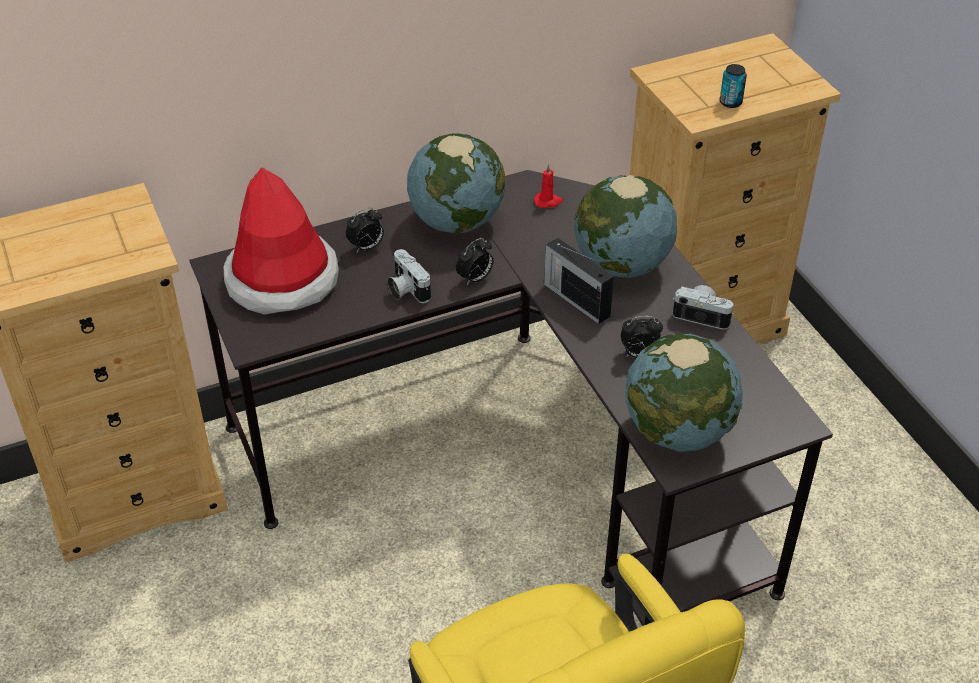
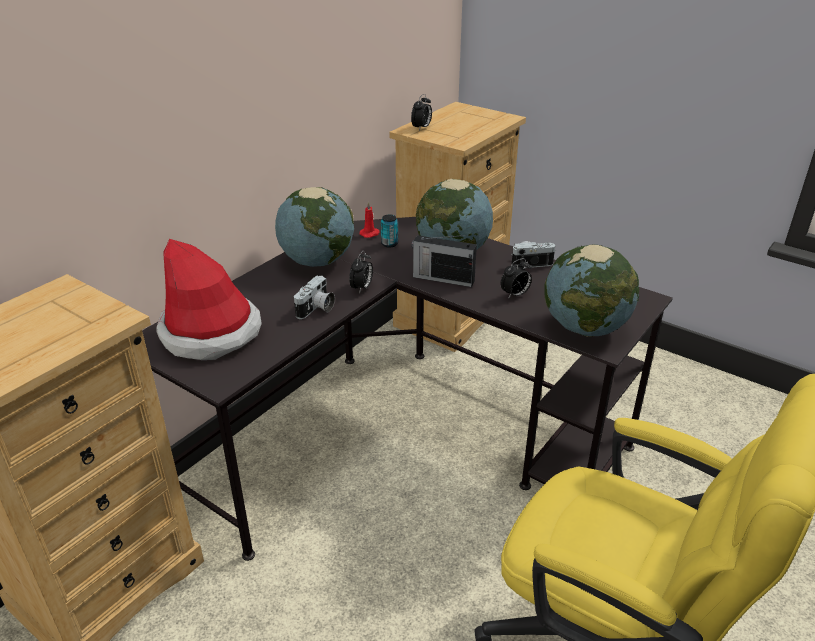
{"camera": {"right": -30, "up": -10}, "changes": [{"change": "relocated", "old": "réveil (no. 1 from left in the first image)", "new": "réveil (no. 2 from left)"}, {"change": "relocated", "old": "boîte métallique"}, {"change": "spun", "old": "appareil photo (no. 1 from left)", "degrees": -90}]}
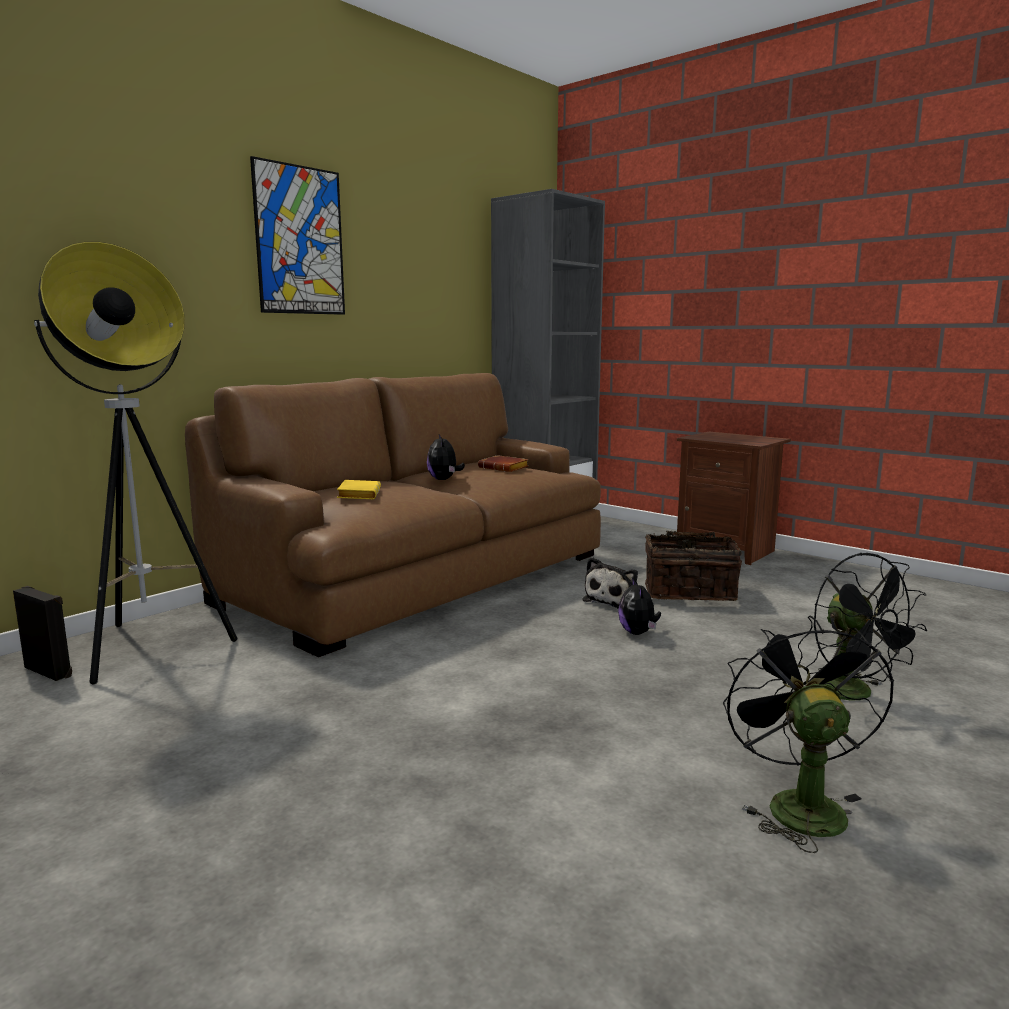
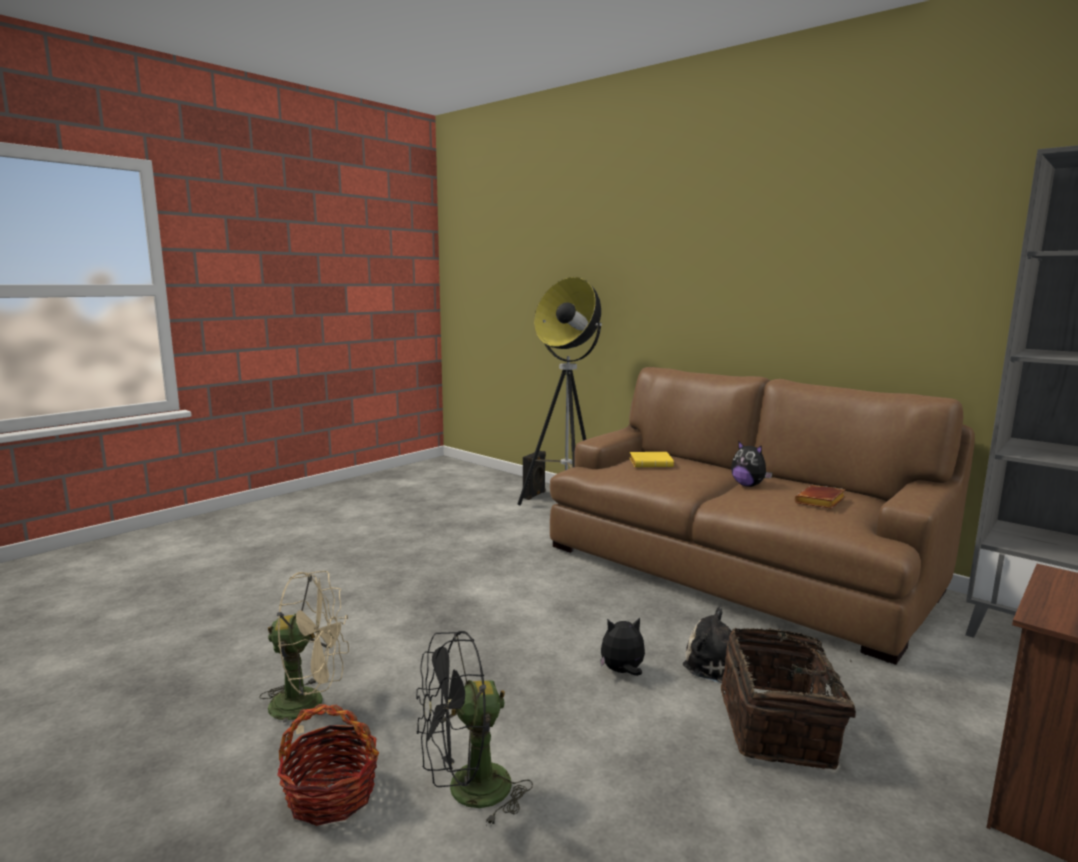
{"camera": {"right": 90, "up": 0}, "changes": [{"change": "missing", "old": "tableau"}, {"change": "appeared", "new": "panier (no. 1 from left)"}, {"change": "colour", "old": "ventilateur (noir) (no. 1 from left)", "new": "ventilateur (beige)"}, {"change": "spun", "old": "peluche (no. 1 from left in the first image)", "degrees": -120}]}
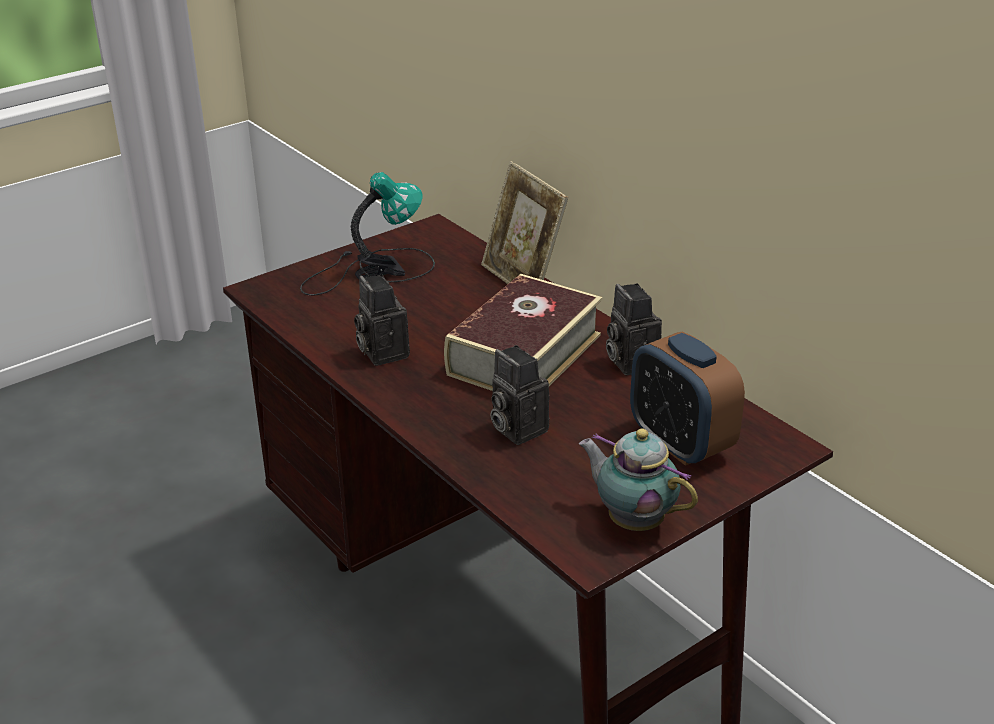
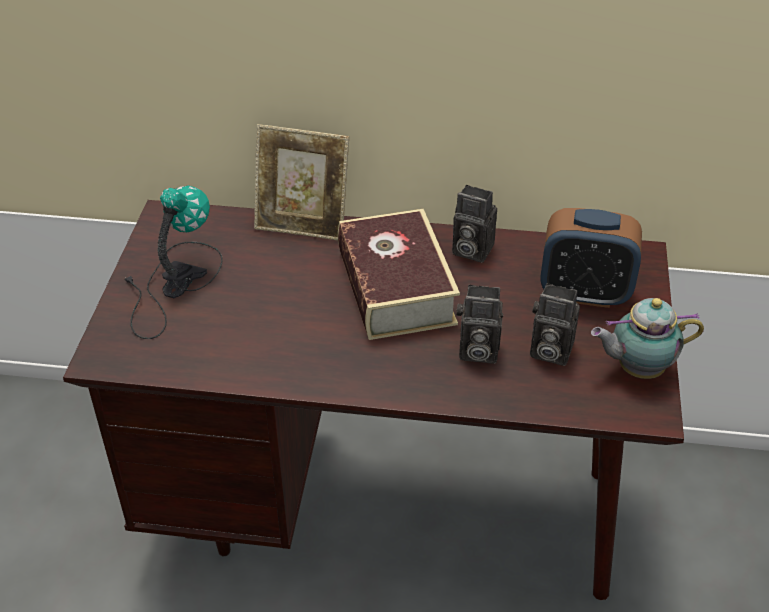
{"camera": {"right": -45, "up": 10}, "changes": [{"change": "relocated", "old": "appareil photo (no. 1 from left in the first image)", "new": "appareil photo (no. 3 from left)"}]}
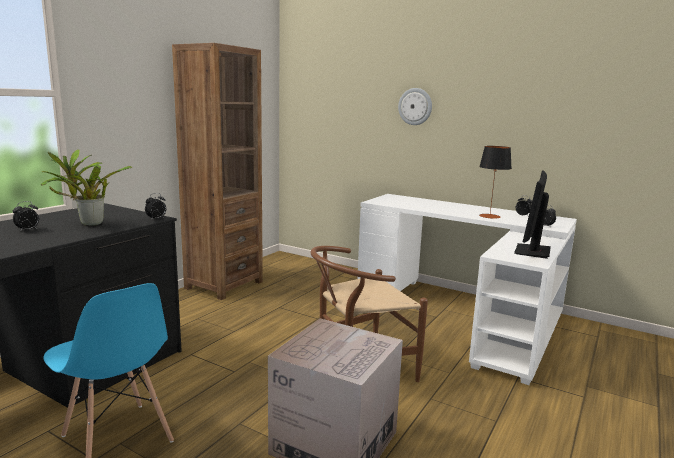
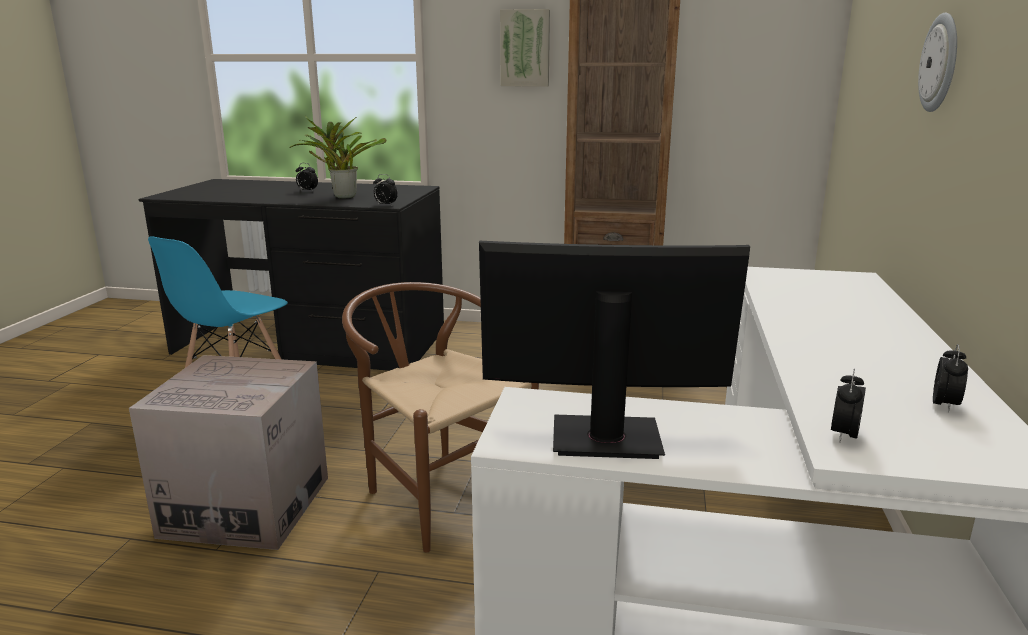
{"camera": {"right": 70, "up": 5}, "changes": [{"change": "missing", "old": "lampe de table"}, {"change": "appeared", "new": "tableau"}]}
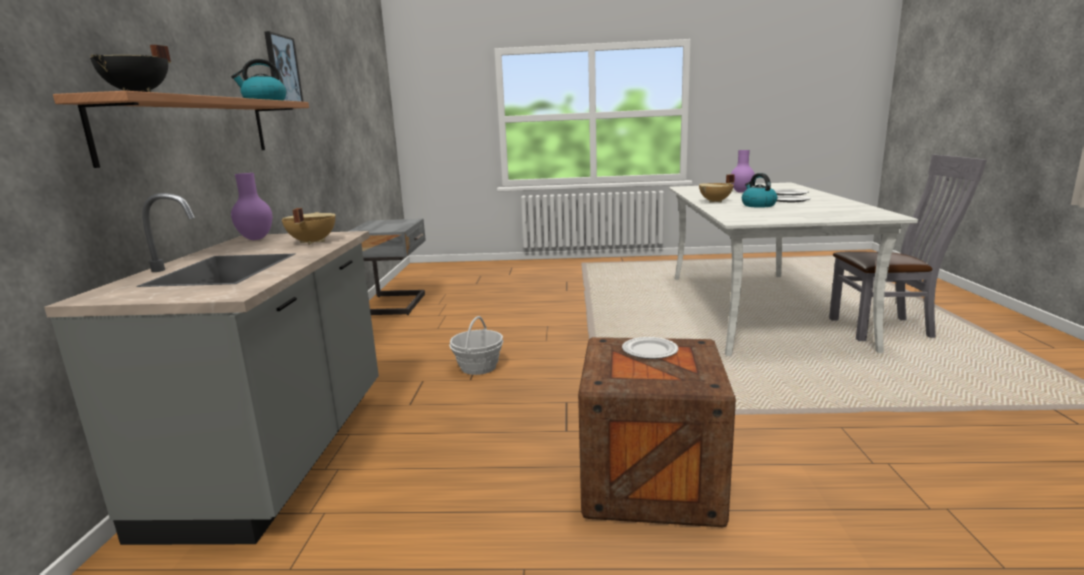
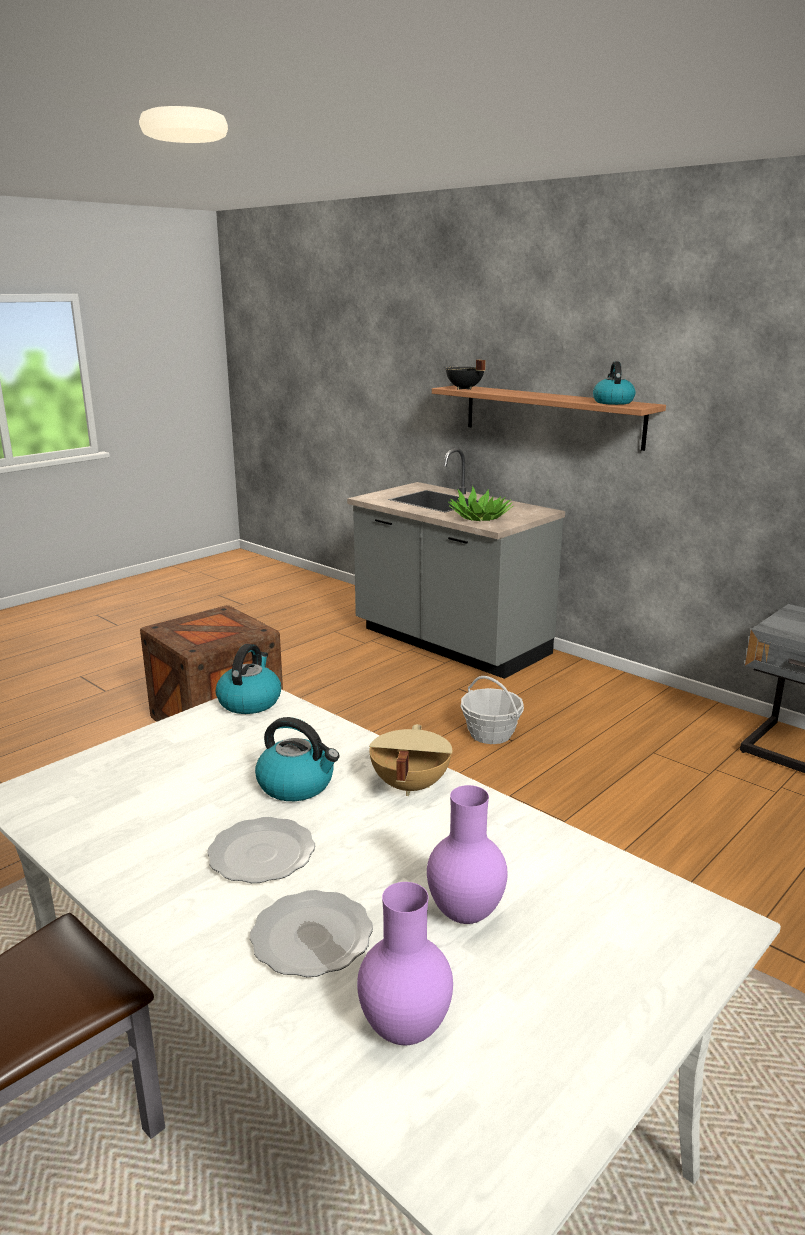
{"camera": {"right": 130, "up": 5}, "changes": [{"change": "missing", "old": "tableau"}, {"change": "missing", "old": "assiette (no. 1 from left)"}, {"change": "appeared", "new": "bouilloire (no. 1 from left)"}, {"change": "relocated", "old": "vase (violet) (no. 1 from left)"}, {"change": "exchanged", "old": "marmite (beige) (no. 1 from left)", "new": "plante en pot"}]}
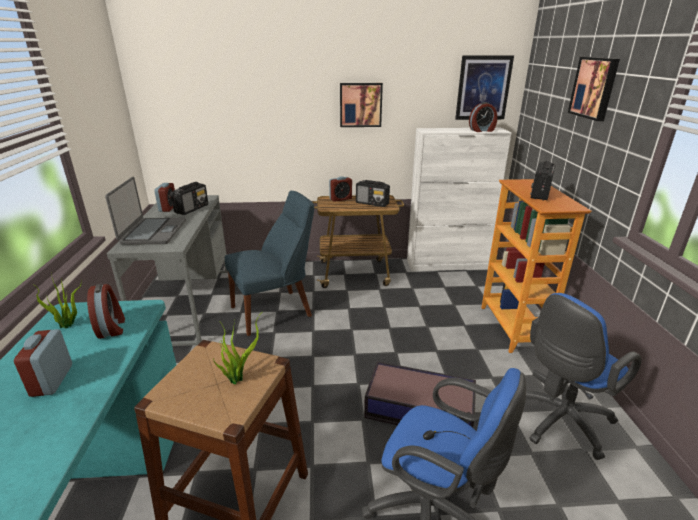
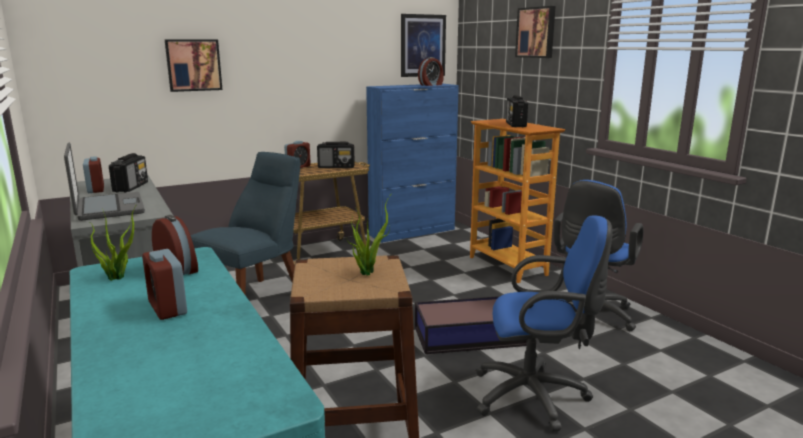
{"camera": {"right": -25, "up": -10}, "changes": [{"change": "relocated", "old": "tableau (no. 1 from left)"}, {"change": "colour", "old": "meuble de rangement (blanc)", "new": "meuble de rangement (bleu)"}]}
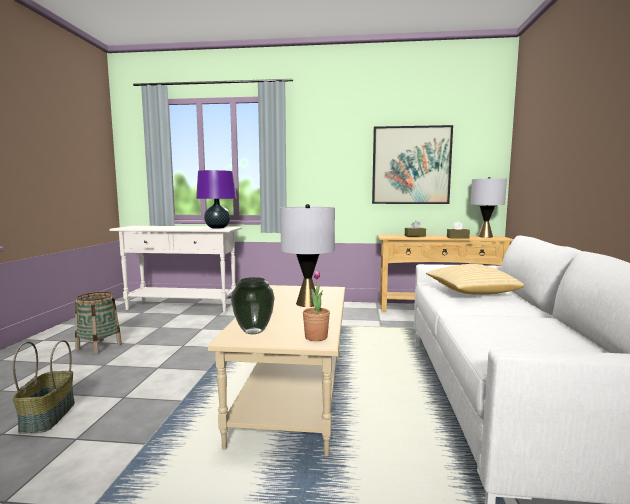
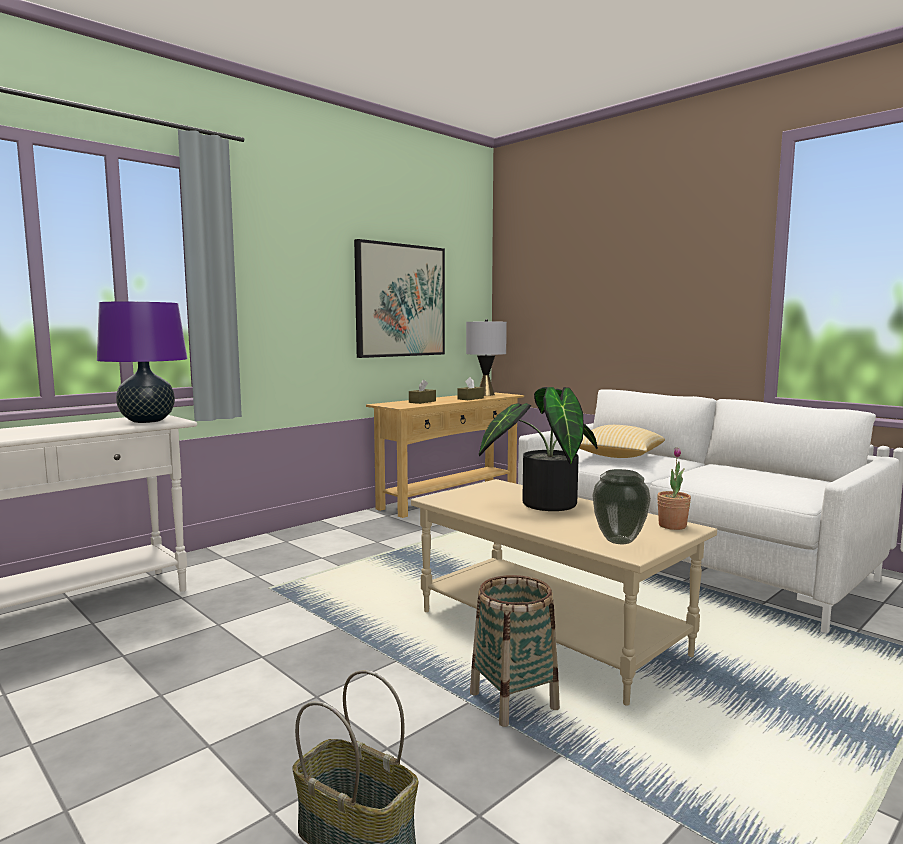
{"camera": {"right": -50, "up": 0}, "changes": [{"change": "relocated", "old": "panier (no. 2 from left)"}, {"change": "exchanged", "old": "lampe de table (gris) (no. 1 from left)", "new": "plante en pot (no. 1 from left)"}]}
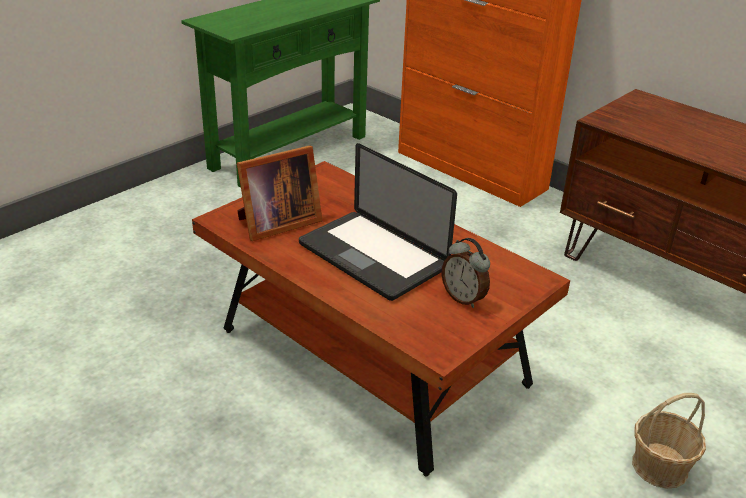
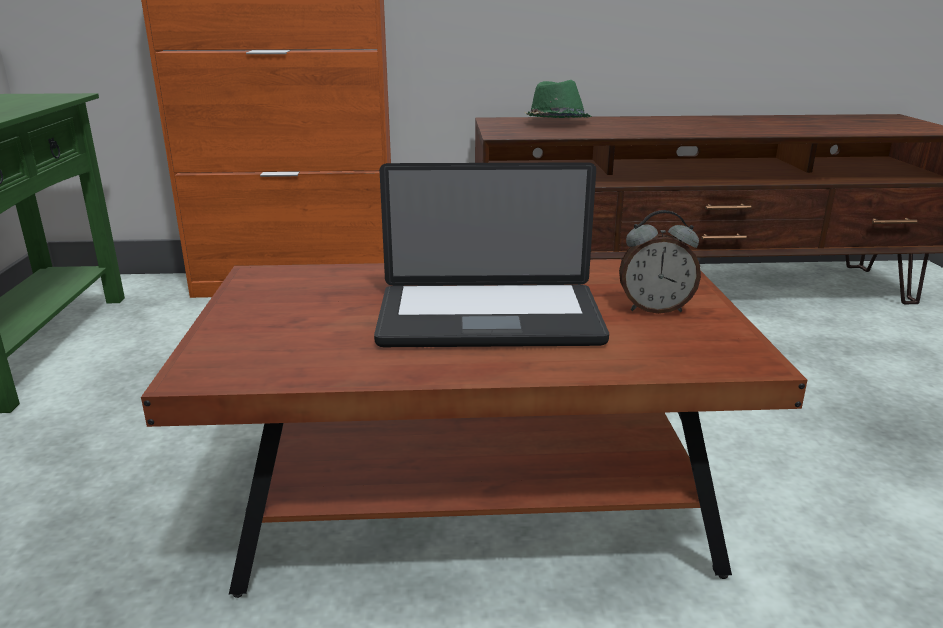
{"camera": {"right": -45, "up": -10}, "changes": [{"change": "missing", "old": "cadre photo"}, {"change": "missing", "old": "panier"}, {"change": "appeared", "new": "chapeau (vert)"}]}
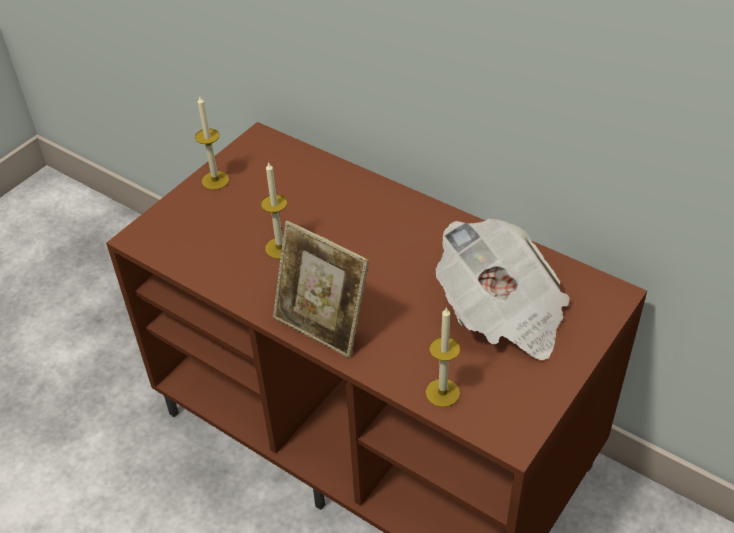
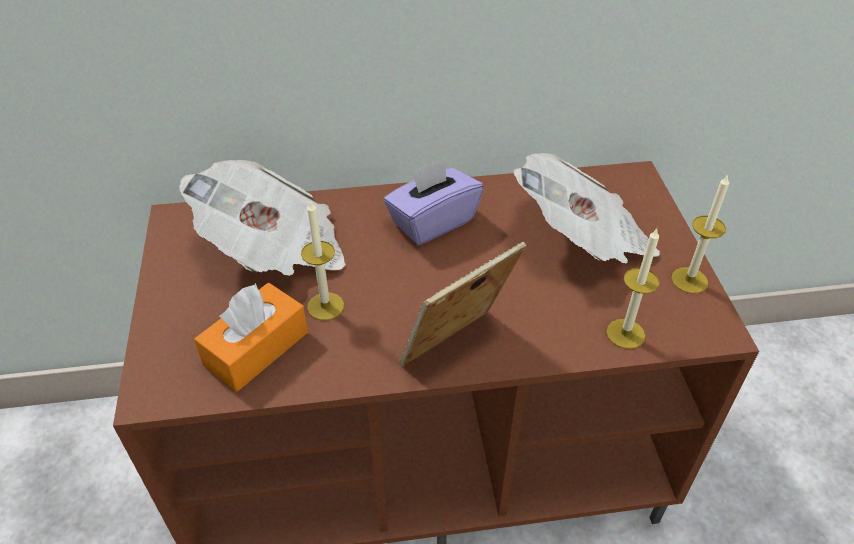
{"camera": {"right": -45, "up": 0}, "changes": [{"change": "appeared", "new": "journal (no. 1 from left)"}, {"change": "appeared", "new": "boîte à mouchoirs (orange)"}, {"change": "appeared", "new": "boîte à mouchoirs (violet)"}, {"change": "relocated", "old": "bougie (no. 1 from left in the first image)", "new": "bougie (no. 3 from left)"}, {"change": "spun", "old": "cadre photo", "degrees": 150}]}
